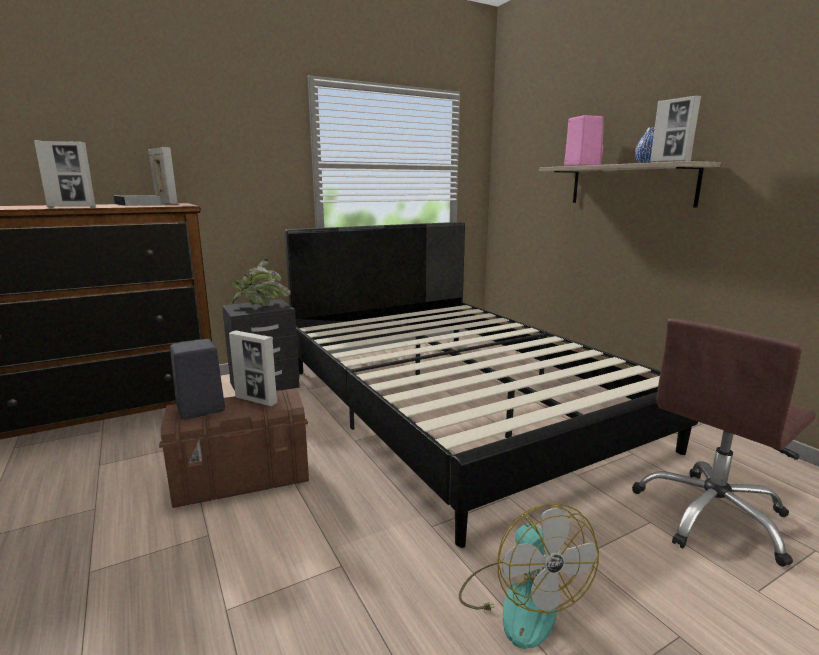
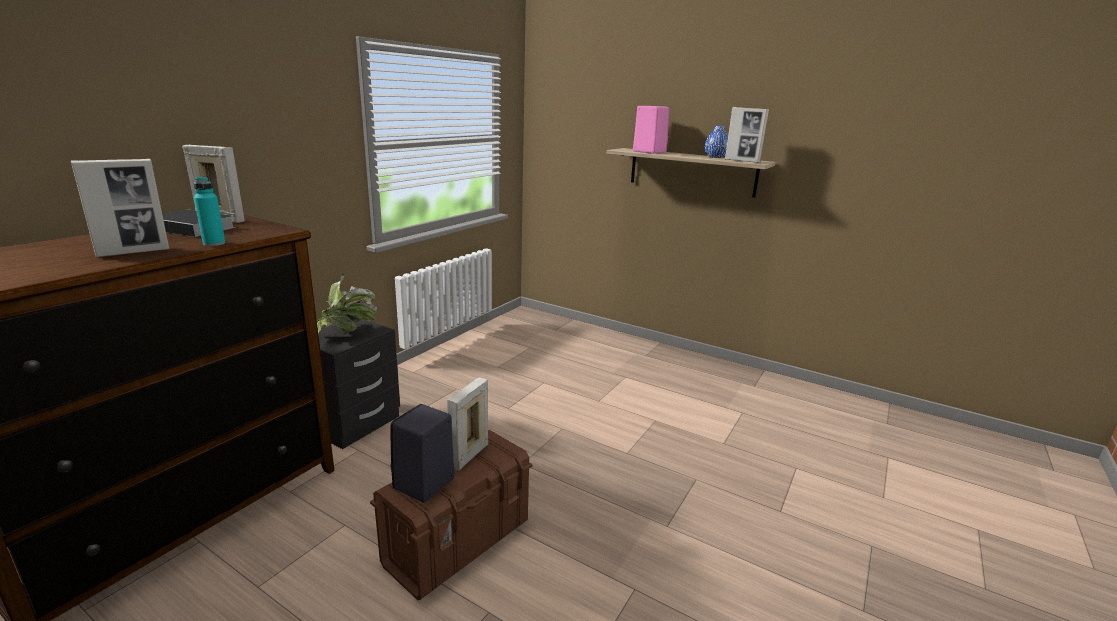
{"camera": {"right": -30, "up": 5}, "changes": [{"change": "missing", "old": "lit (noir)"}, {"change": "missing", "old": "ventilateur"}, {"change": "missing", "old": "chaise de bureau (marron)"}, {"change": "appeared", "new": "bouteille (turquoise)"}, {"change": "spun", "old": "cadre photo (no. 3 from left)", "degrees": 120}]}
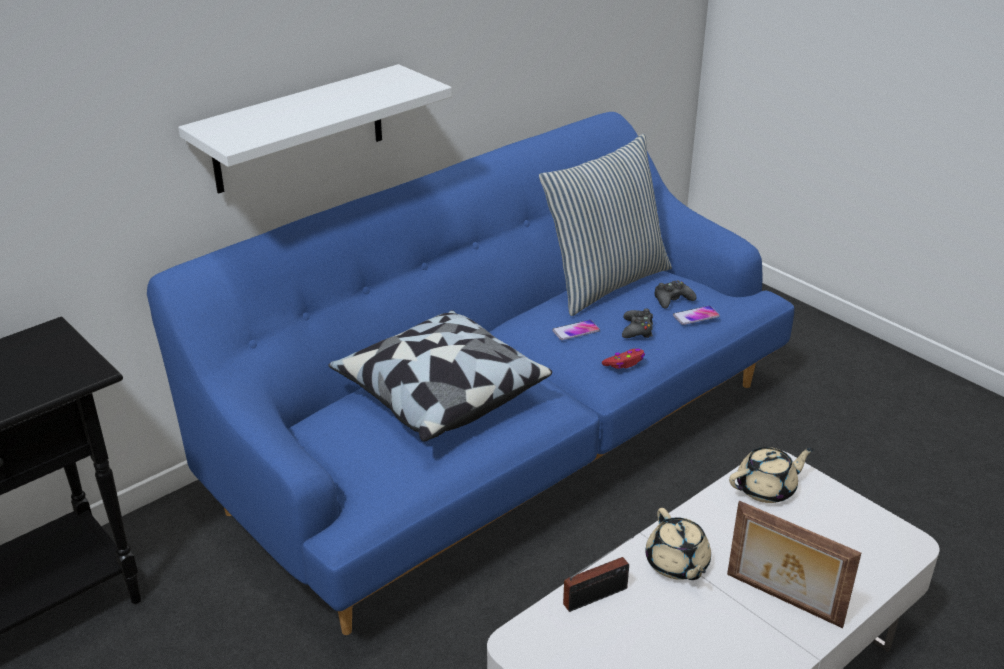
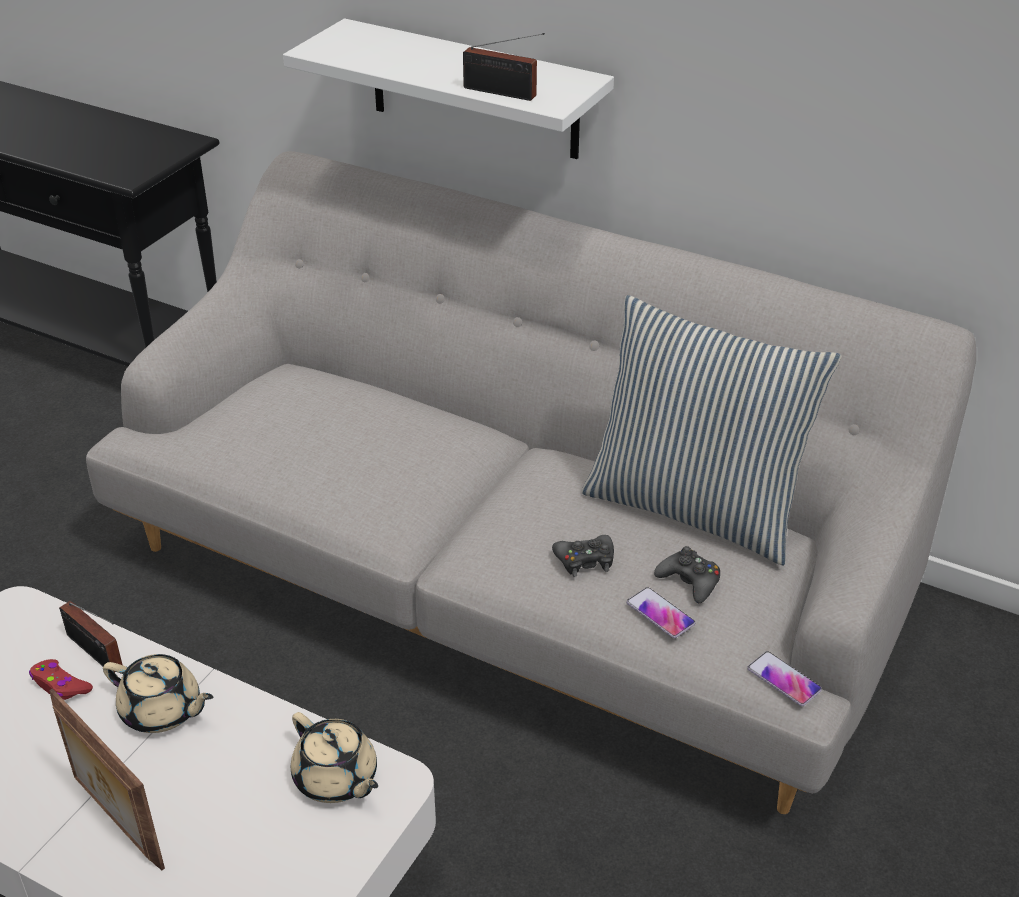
{"camera": {"right": 70, "up": 5}, "changes": [{"change": "missing", "old": "coussin (no. 1 from left)"}, {"change": "appeared", "new": "radio (no. 2 from left)"}, {"change": "relocated", "old": "téléphone (no. 1 from left in the first image)", "new": "téléphone (no. 2 from left)"}, {"change": "relocated", "old": "manette (rouge)"}, {"change": "colour", "old": "canapé (bleu)", "new": "canapé (gris)"}, {"change": "spun", "old": "théière (beige) (no. 1 from left)", "degrees": -120}, {"change": "spun", "old": "cadre photo", "degrees": -60}]}
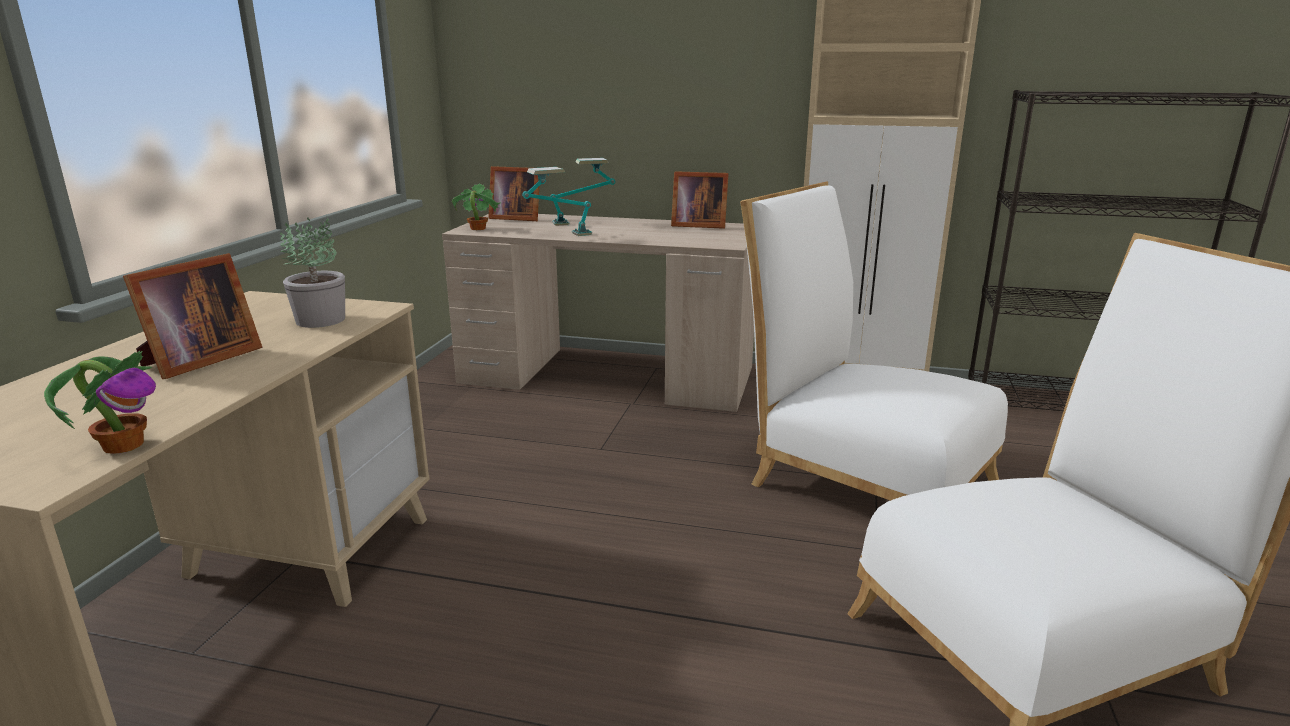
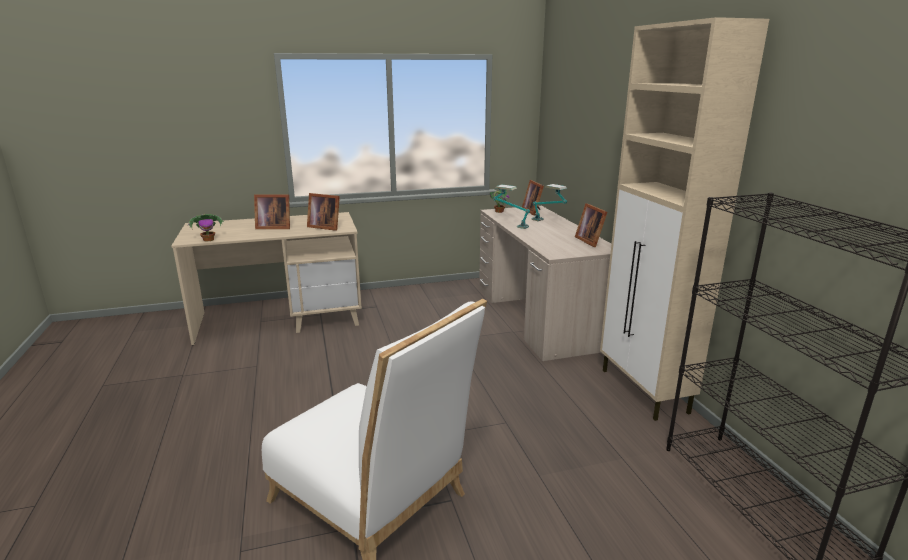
{"camera": {"right": 60, "up": 0}, "changes": [{"change": "missing", "old": "chaise (blanc) (no. 1 from left)"}, {"change": "exchanged", "old": "plante en pot (no. 2 from left)", "new": "cadre photo (no. 2 from left)"}]}
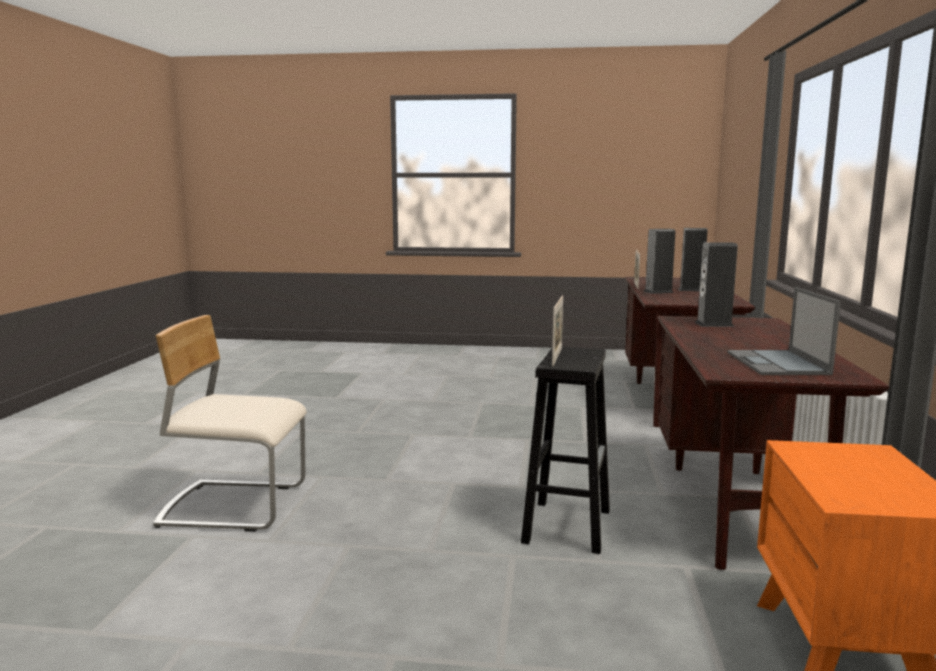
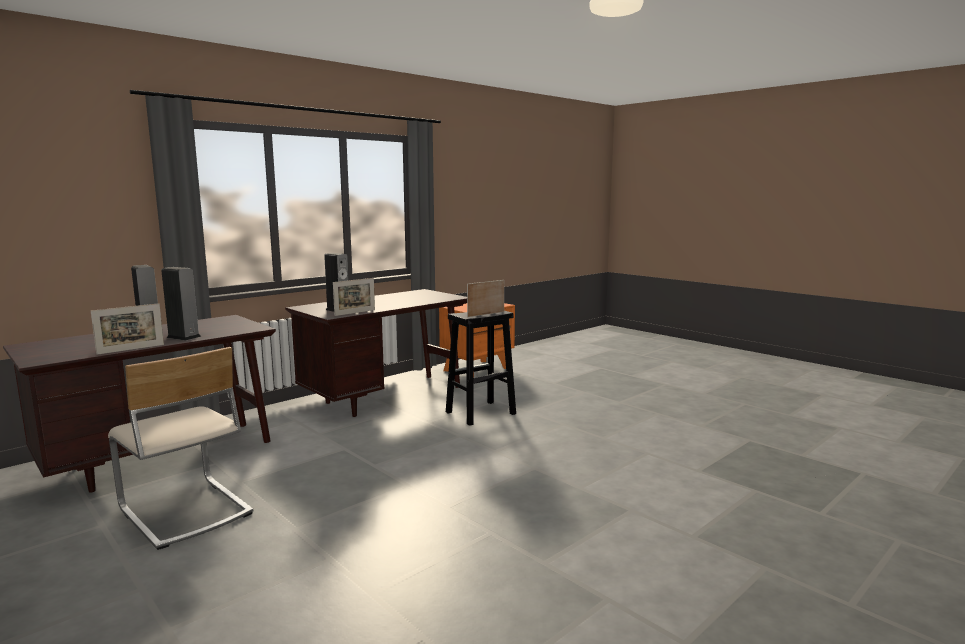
{"camera": {"right": -140, "up": 0}, "changes": [{"change": "missing", "old": "ordinateur portable"}, {"change": "appeared", "new": "cadre photo (no. 2 from left)"}, {"change": "relocated", "old": "chaise (beige)"}]}
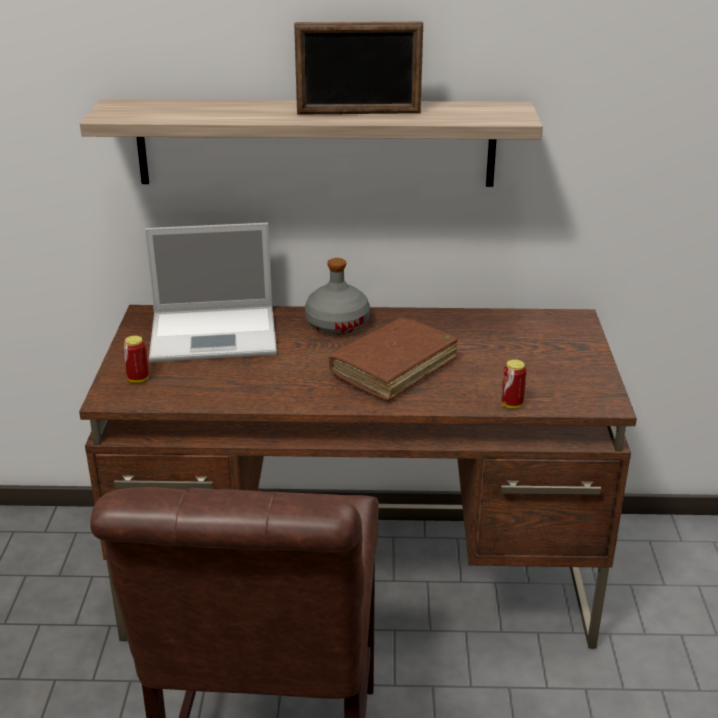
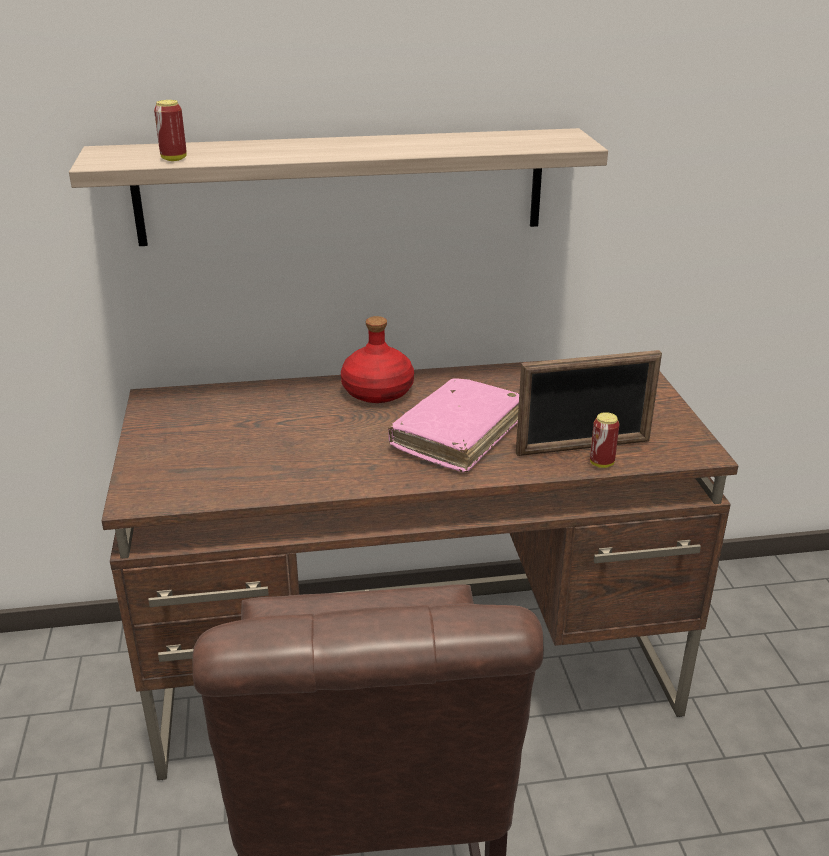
{"camera": {"right": -10, "up": 0}, "changes": [{"change": "missing", "old": "ordinateur portable"}, {"change": "relocated", "old": "boîte métallique (no. 1 from left)"}, {"change": "relocated", "old": "cadre photo"}, {"change": "colour", "old": "bouteille (gris)", "new": "bouteille (rouge)"}, {"change": "colour", "old": "livre (marron)", "new": "livre (rose)"}]}
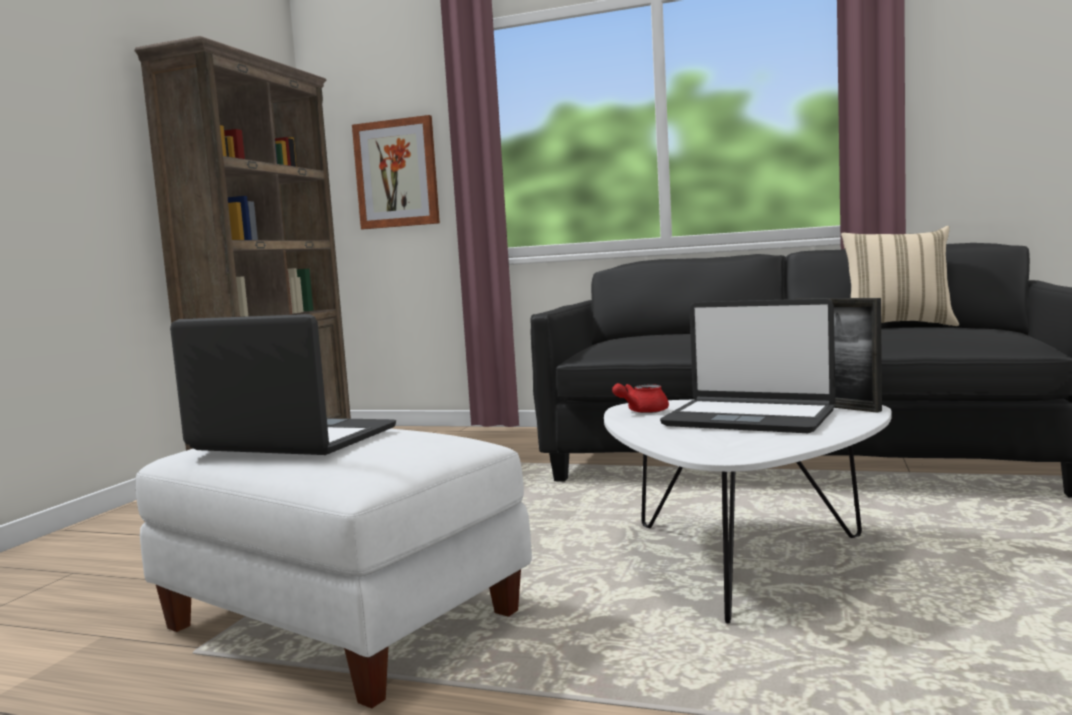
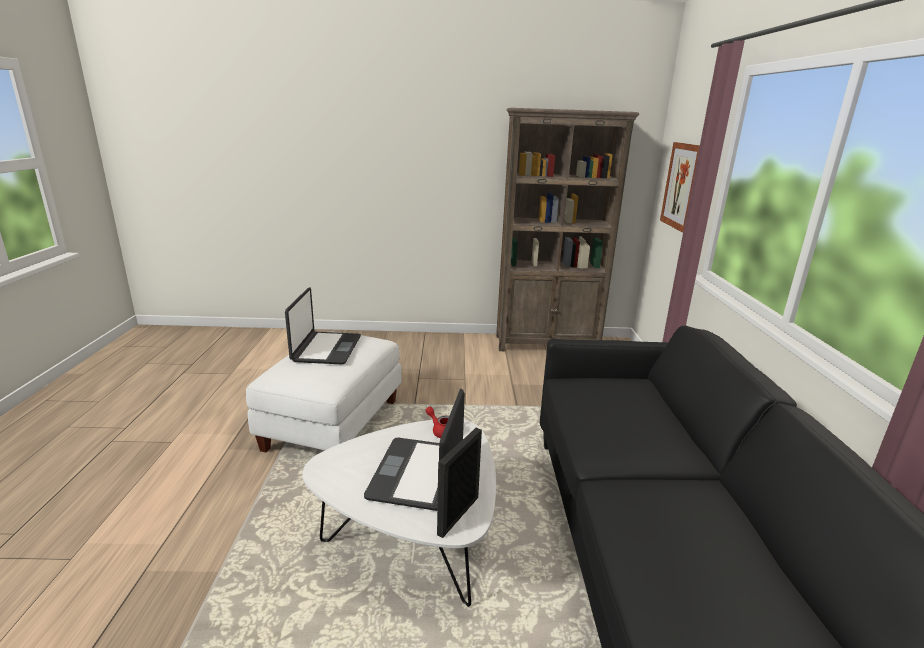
{"camera": {"right": 70, "up": 15}, "changes": [{"change": "missing", "old": "coussin (beige)"}]}
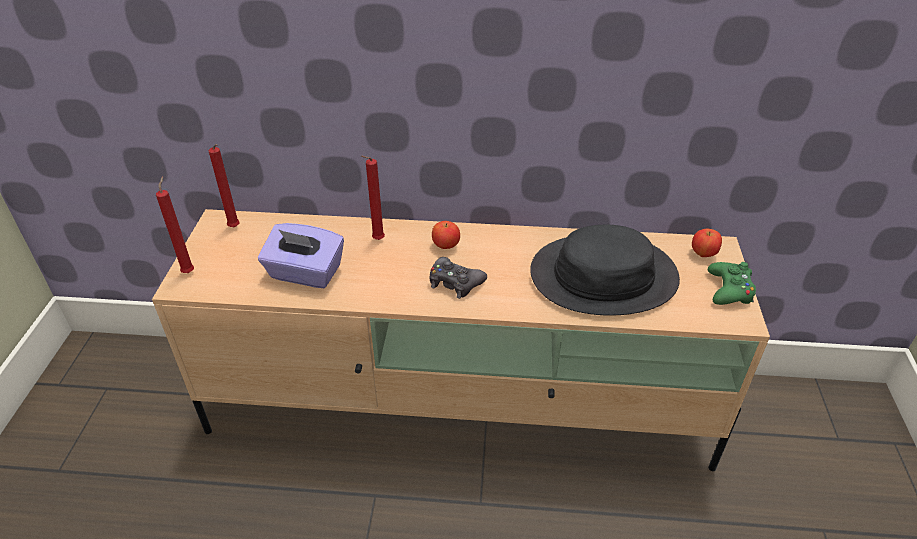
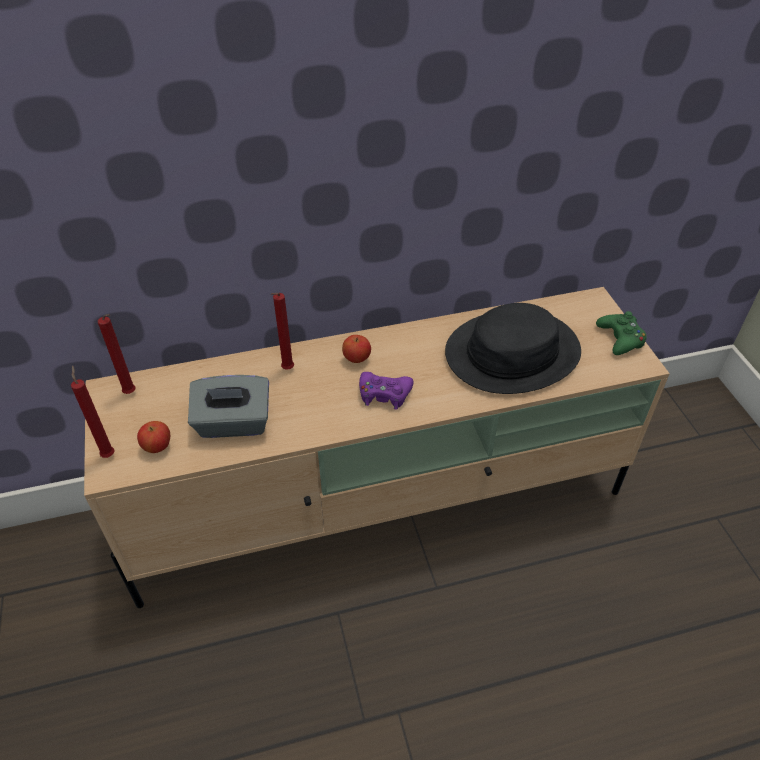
{"camera": {"right": -20, "up": 5}, "changes": [{"change": "relocated", "old": "pomme (no. 2 from left in the first image)", "new": "pomme (no. 1 from left)"}, {"change": "colour", "old": "boîte à mouchoirs (violet)", "new": "boîte à mouchoirs (gris)"}, {"change": "colour", "old": "manette (noir)", "new": "manette (violet)"}]}
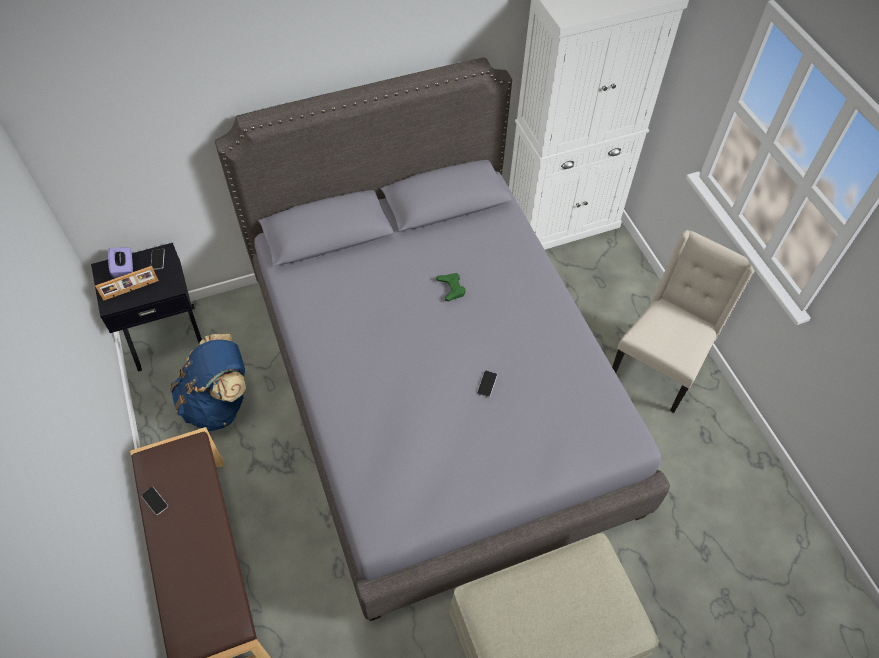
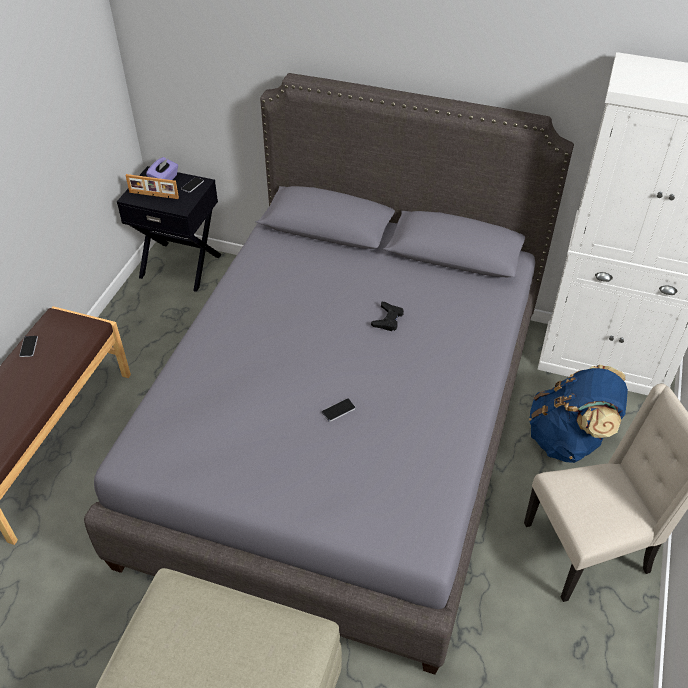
{"camera": {"right": 40, "up": -10}, "changes": [{"change": "relocated", "old": "sac à dos (bleu)"}, {"change": "colour", "old": "manette (vert)", "new": "manette (noir)"}]}
